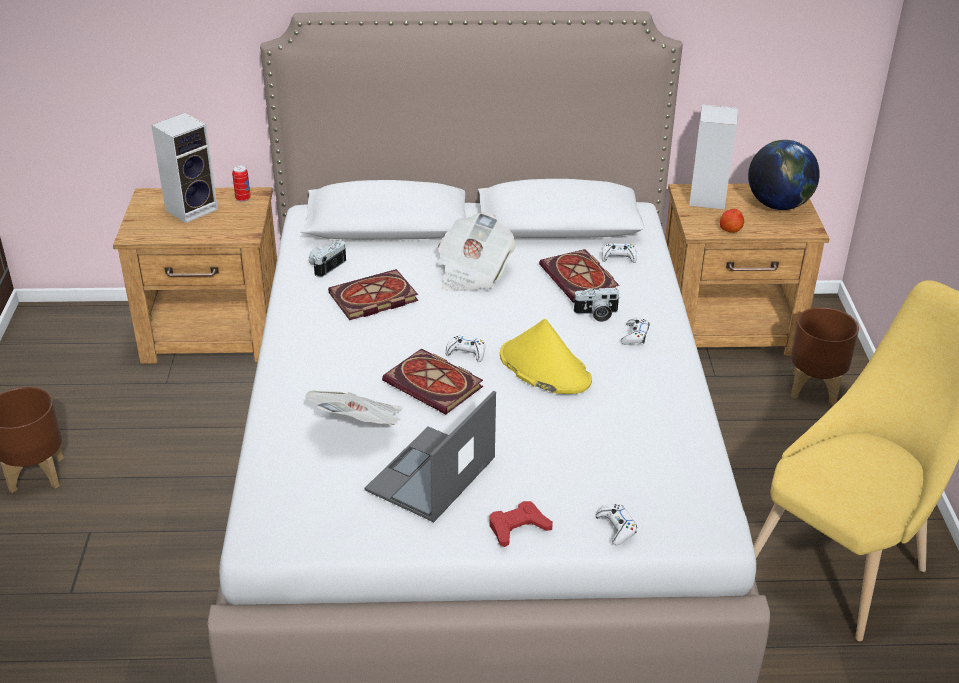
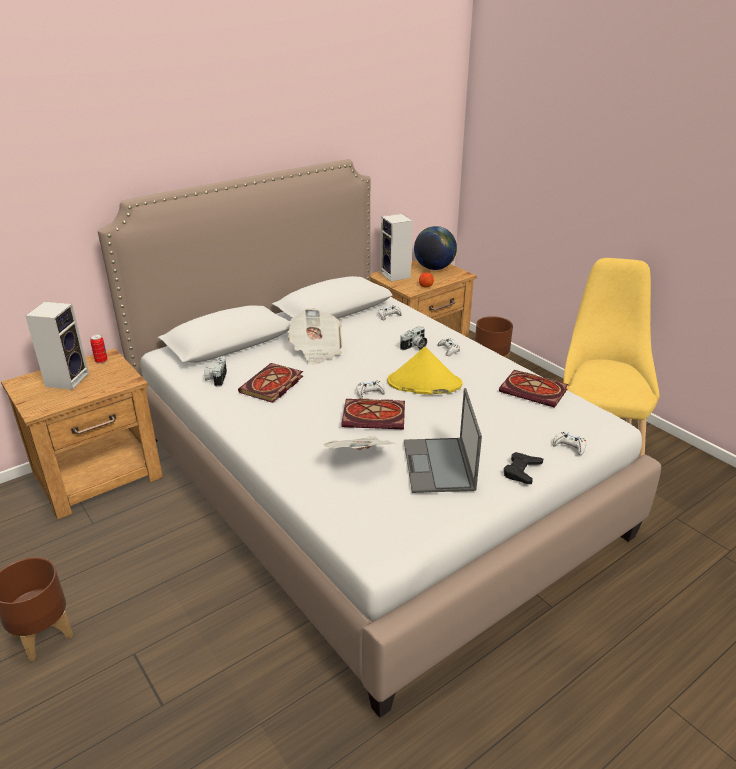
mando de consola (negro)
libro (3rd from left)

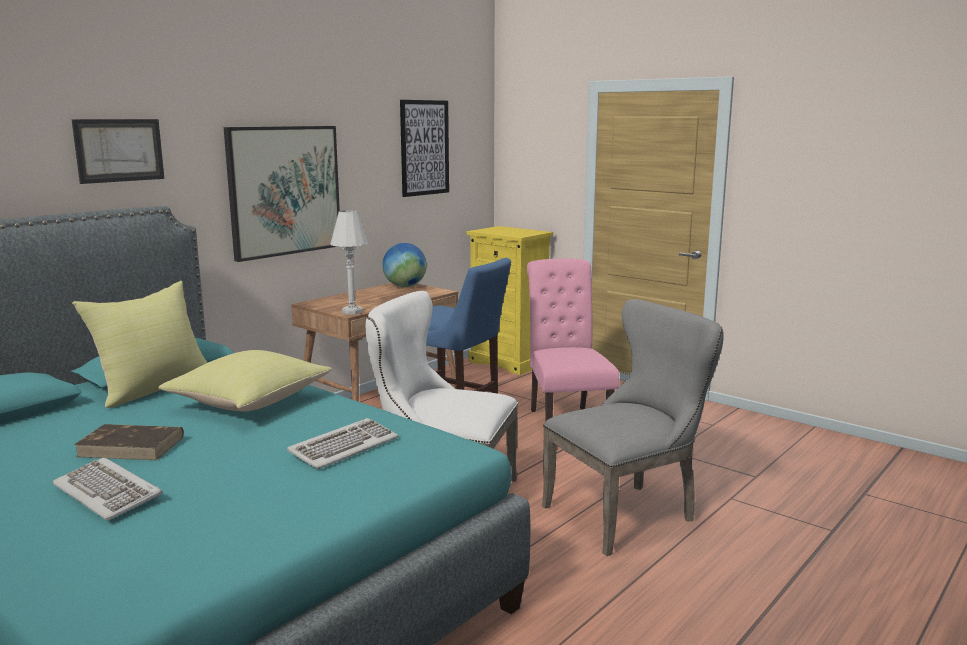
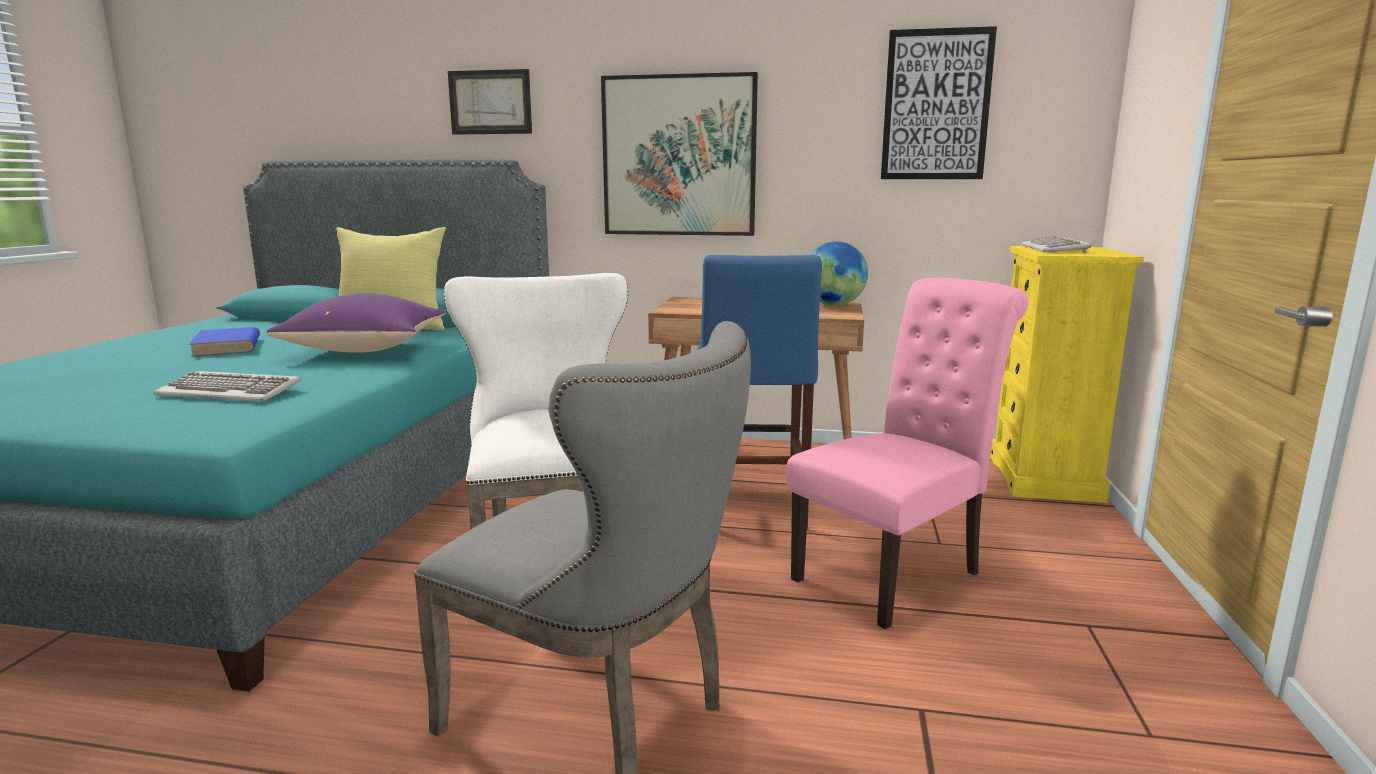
teclado (2nd from left)
libro (azul)
cojín (morado)
lámpara de mesa (blanco)

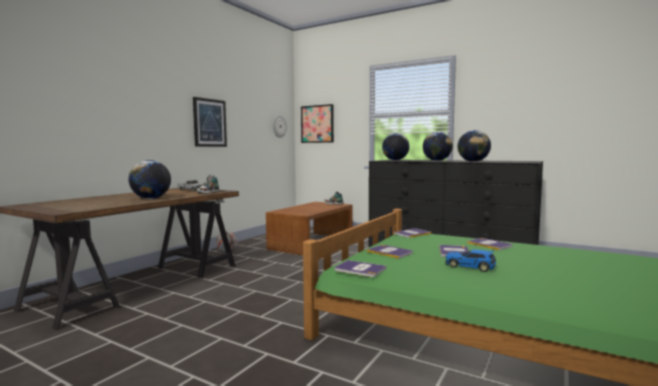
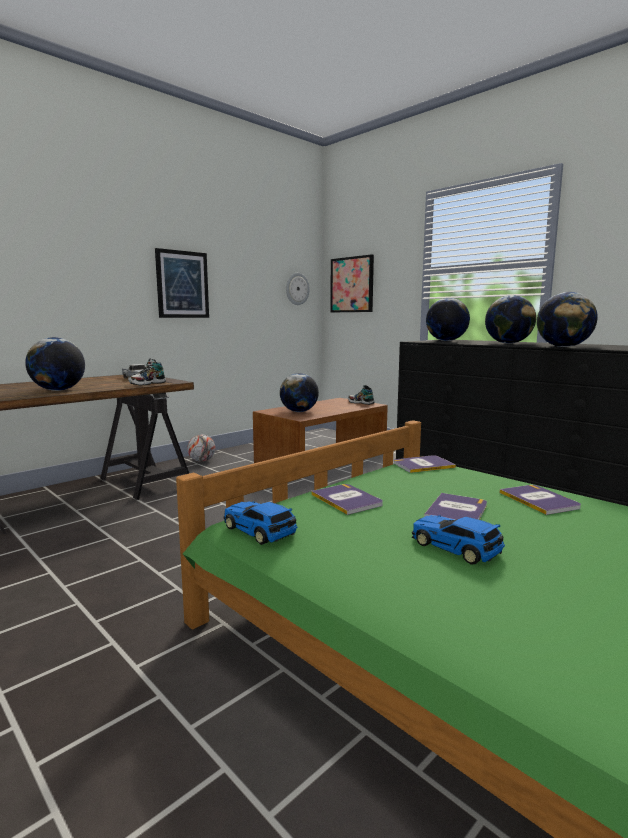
coche de juguete (1st from left)
globo terráqueo (2nd from left)

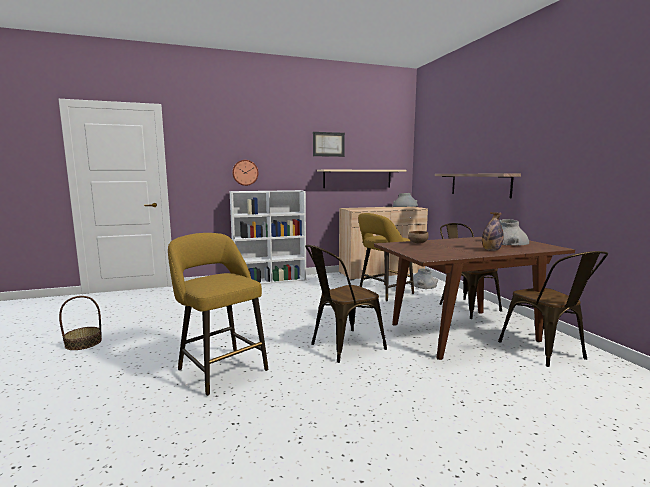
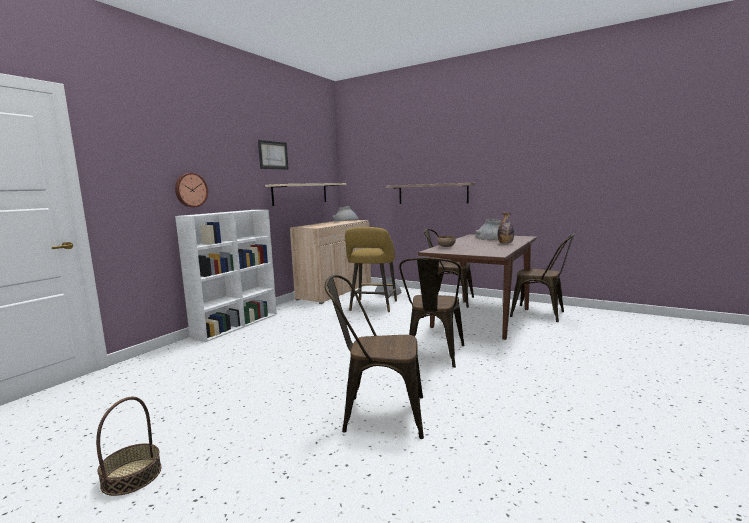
silla (marrón) (1st from left)

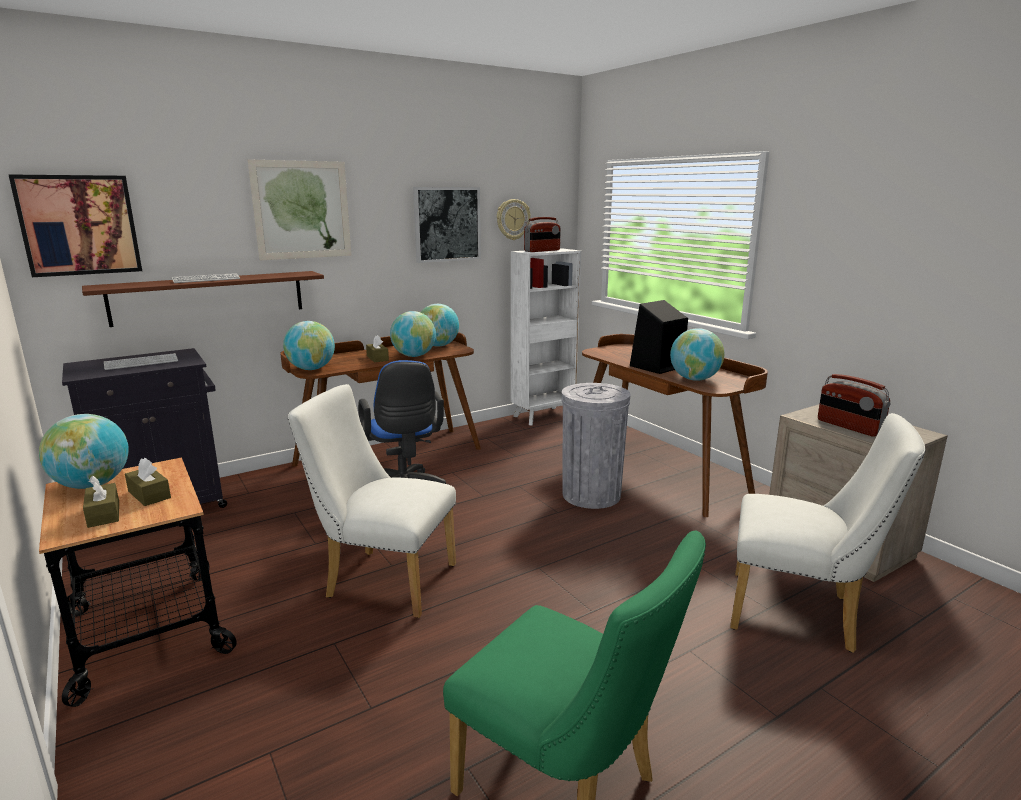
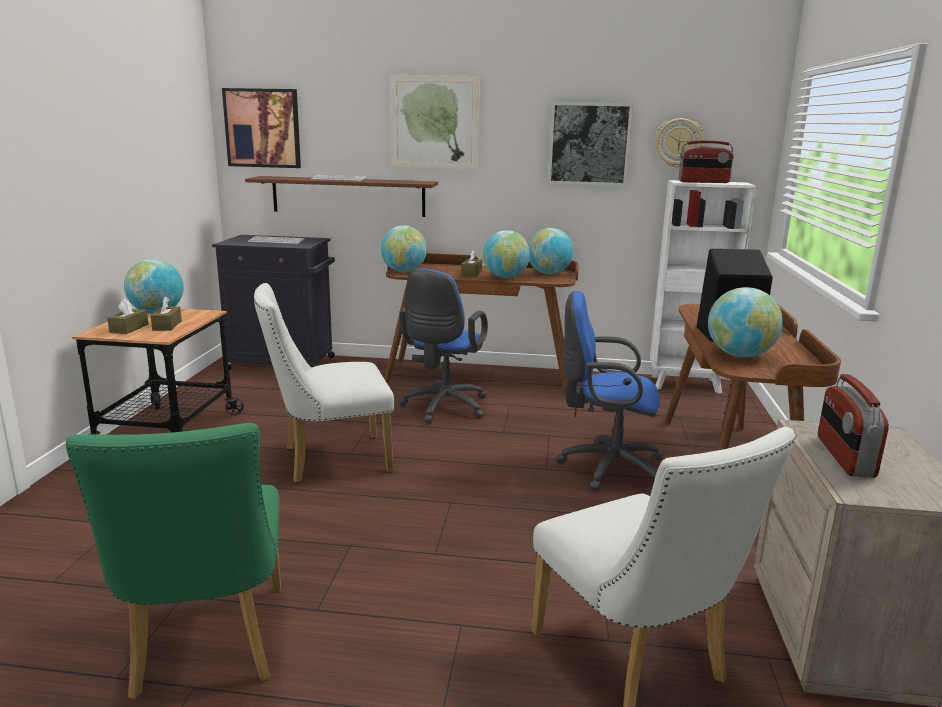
silla (blanco) (1st from left)
silla de oficina (azul) (2nd from left)

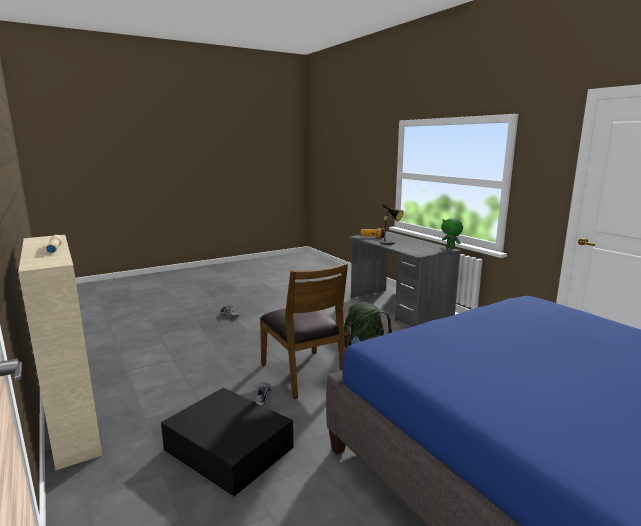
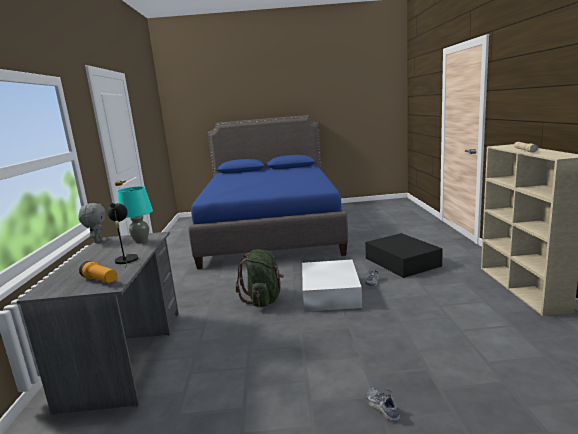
caja de almacenaje (blanco)
peluche (gris)
lámpara de mesa (turquesa)

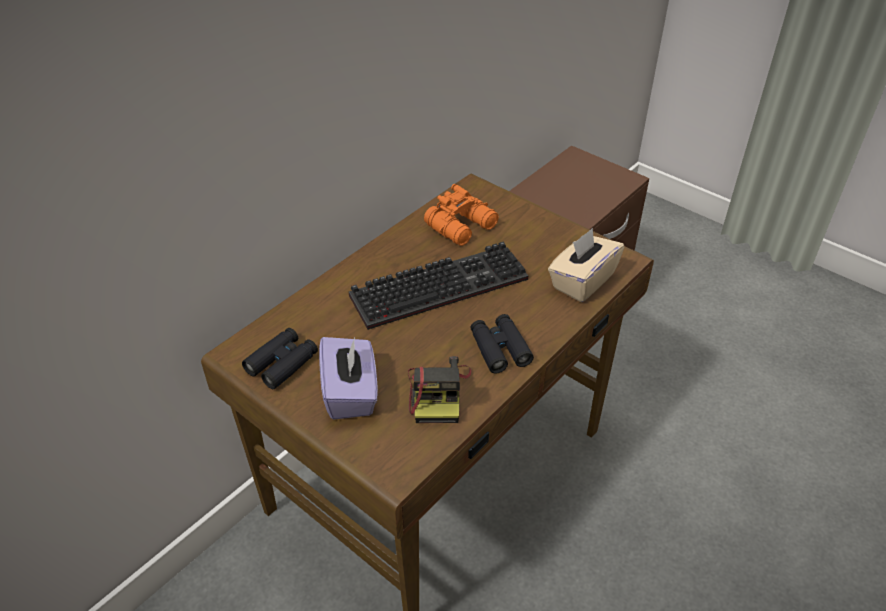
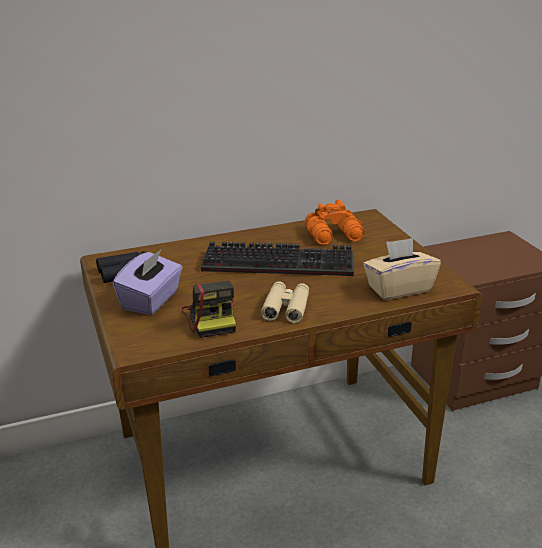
cámara
prismáticos (beis)

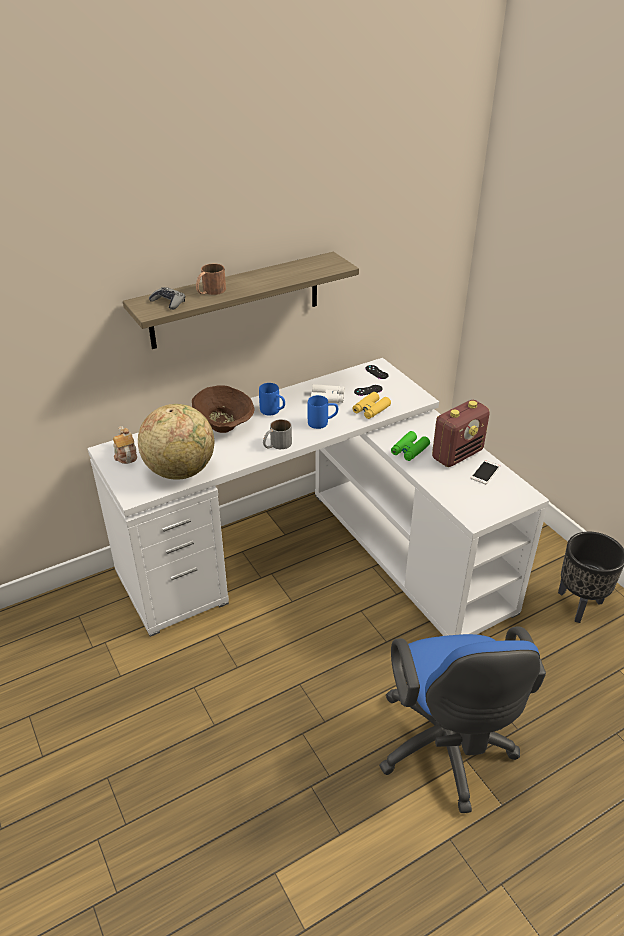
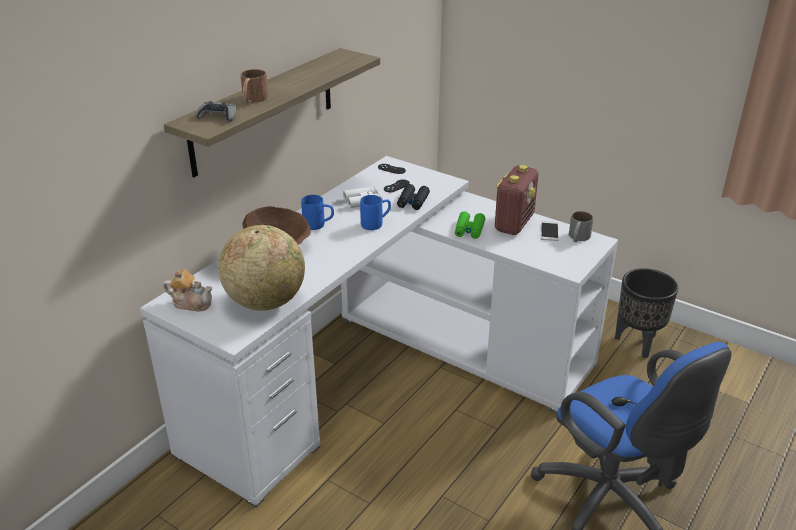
tetera
taza grande (gris)
prismáticos (negro)

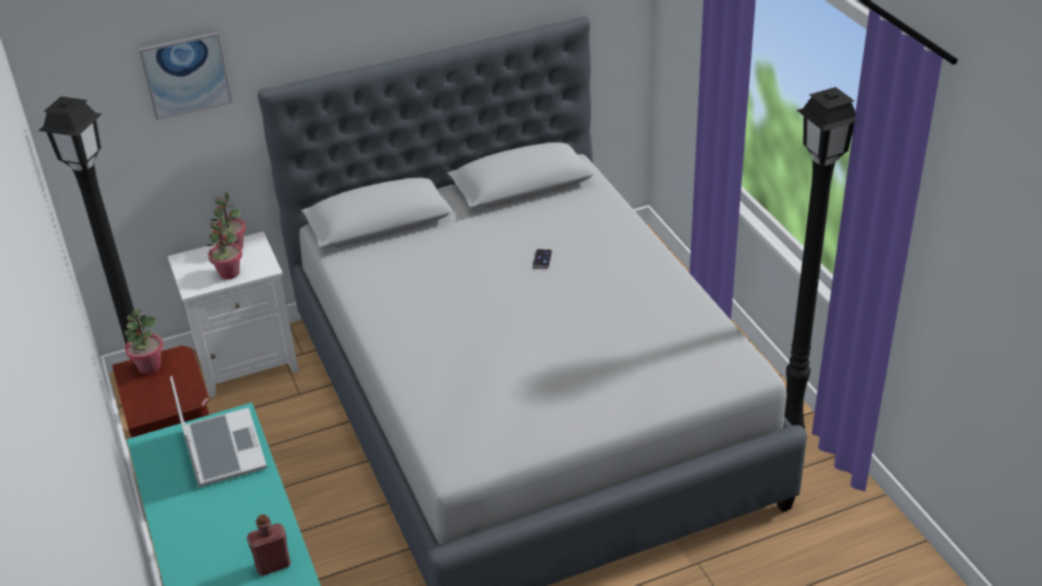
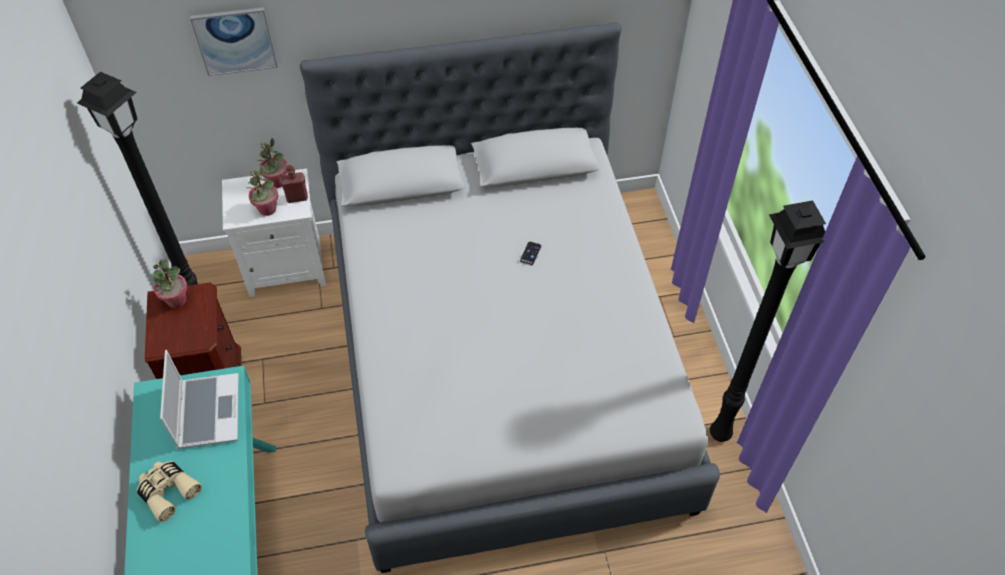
botella (rojo)
prismáticos (beis)

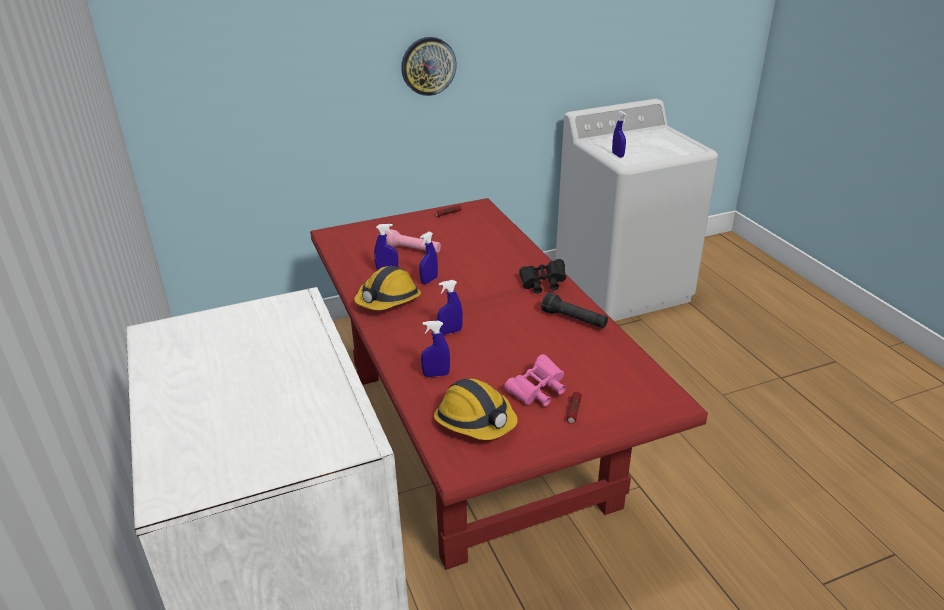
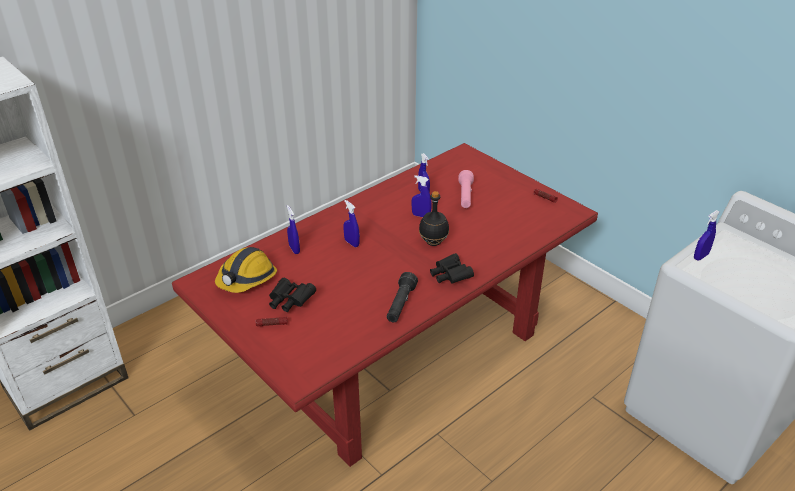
casco (1st from left in the first image)
reloj de pared
prismáticos (negro) (1st from left)
botella (negro)

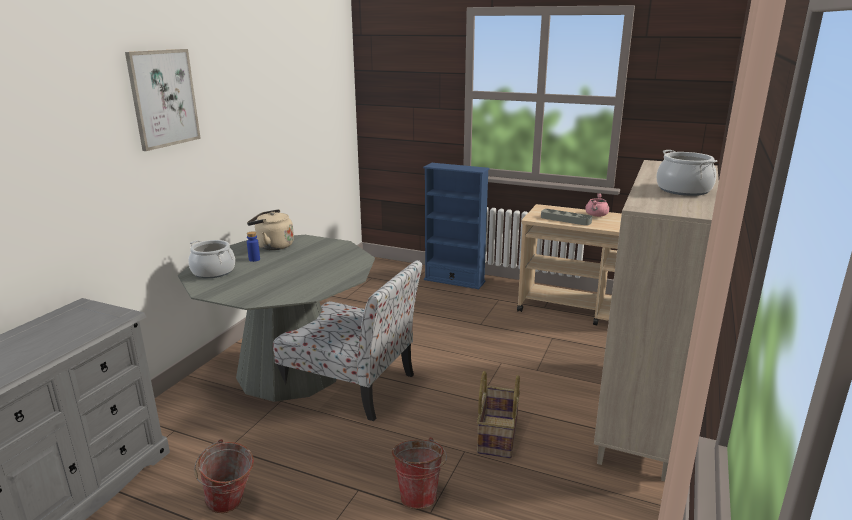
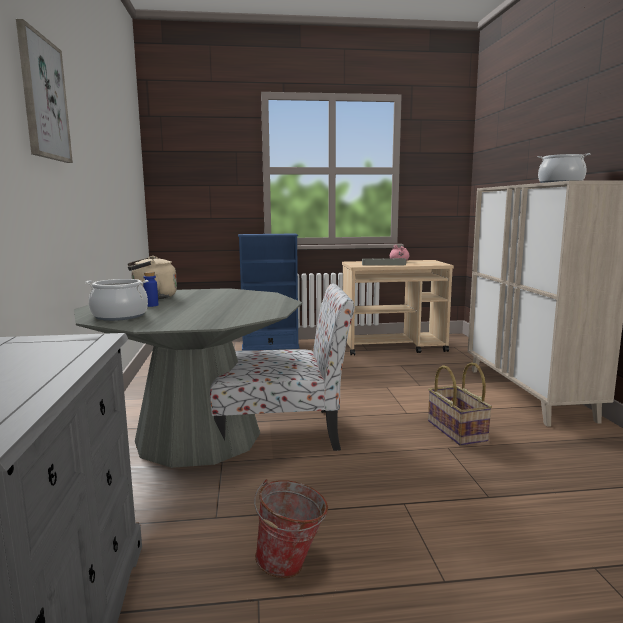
cubo (2nd from left in the first image)

